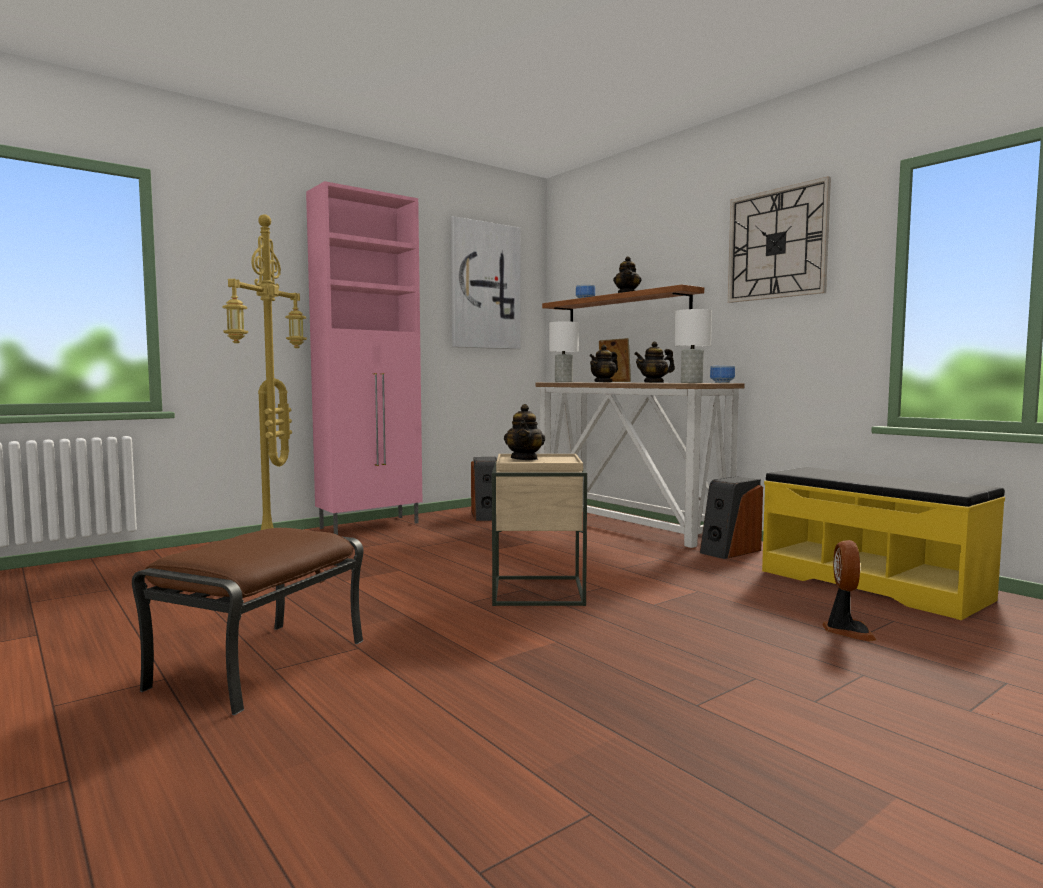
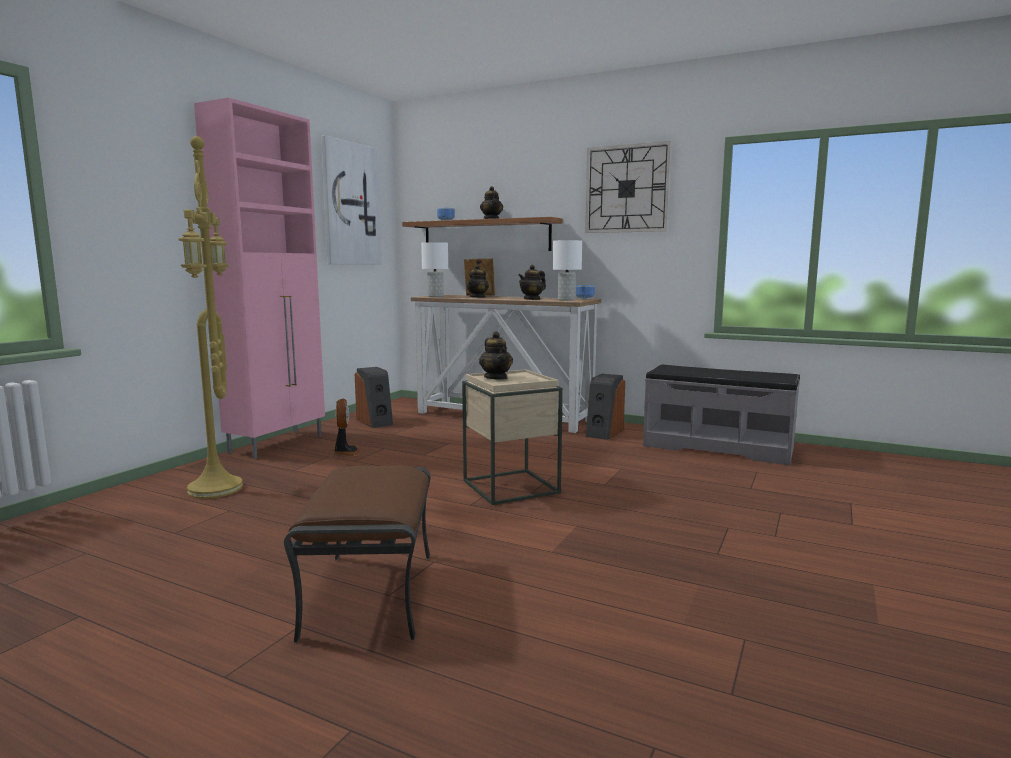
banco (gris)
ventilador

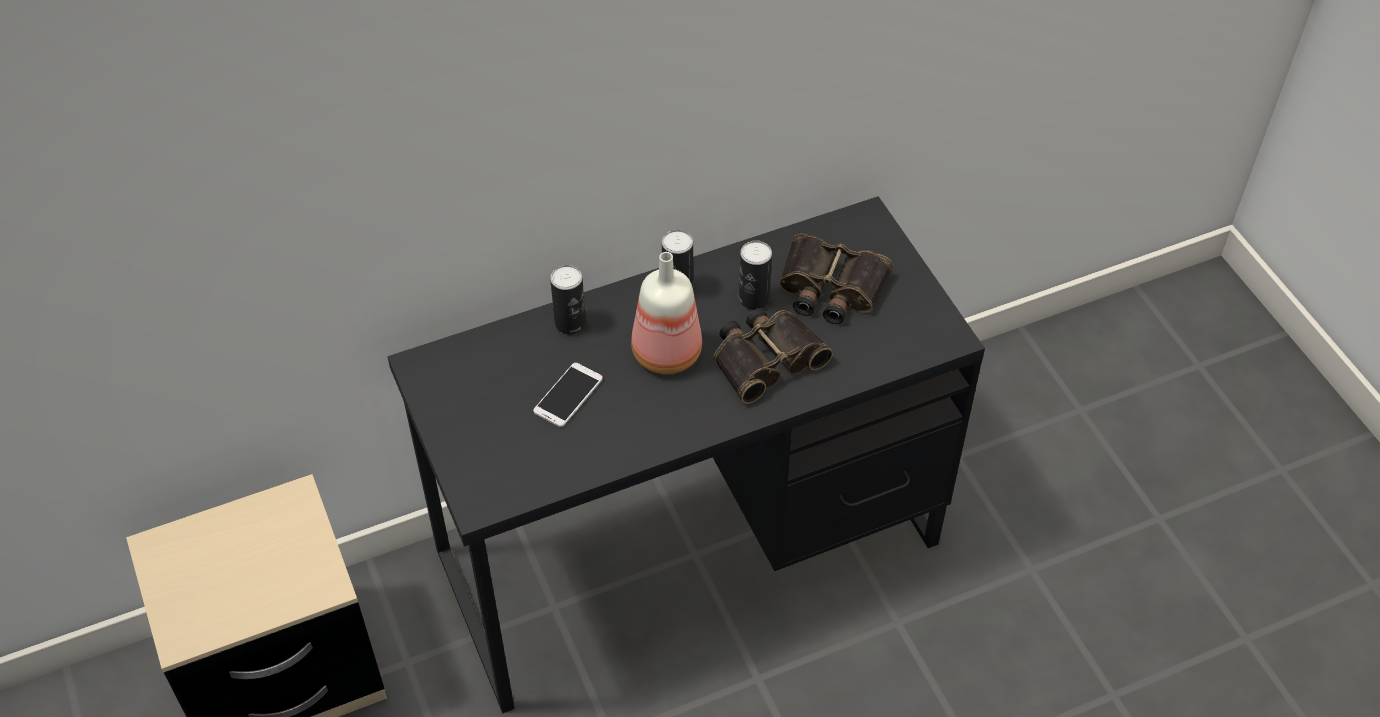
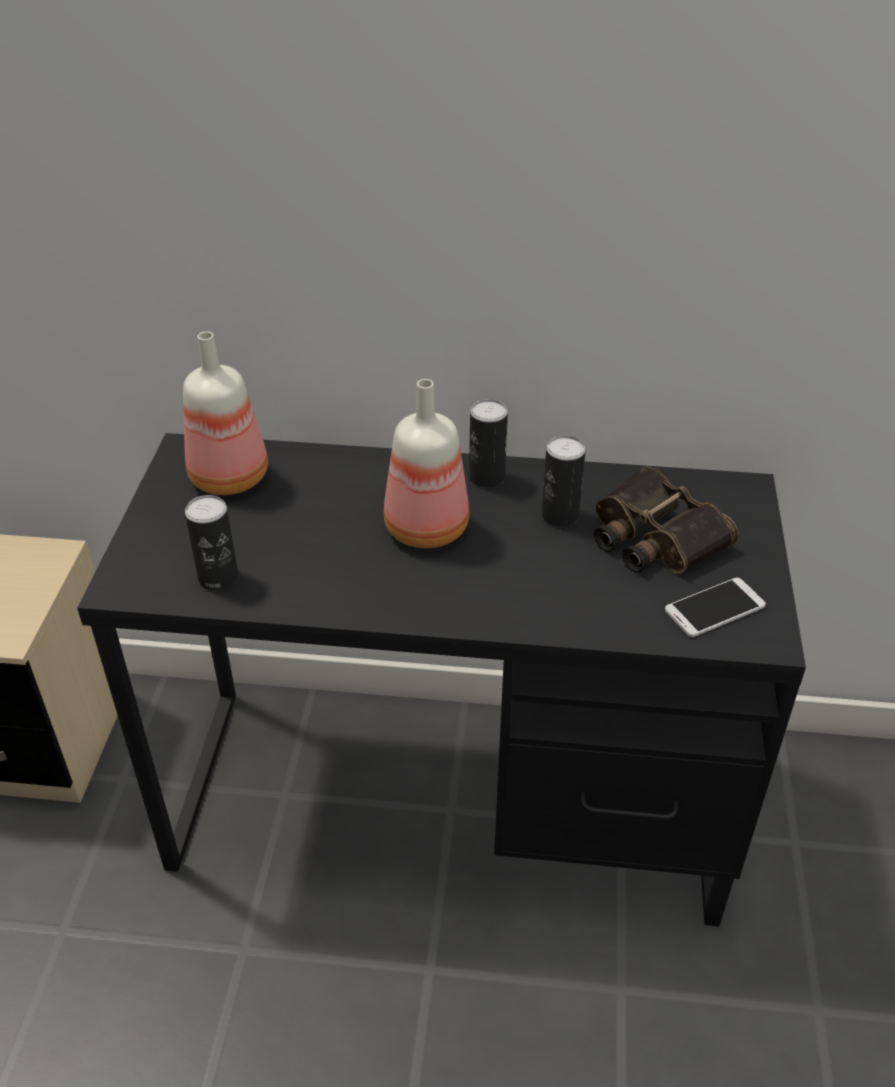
móvil
lata (1st from left)
prismáticos (1st from left in the first image)
botella (1st from left)

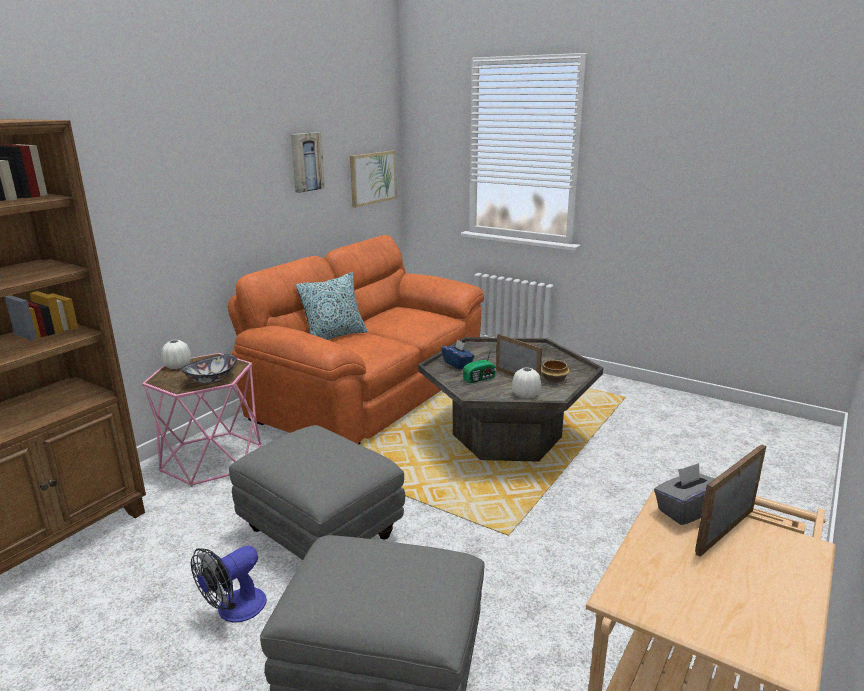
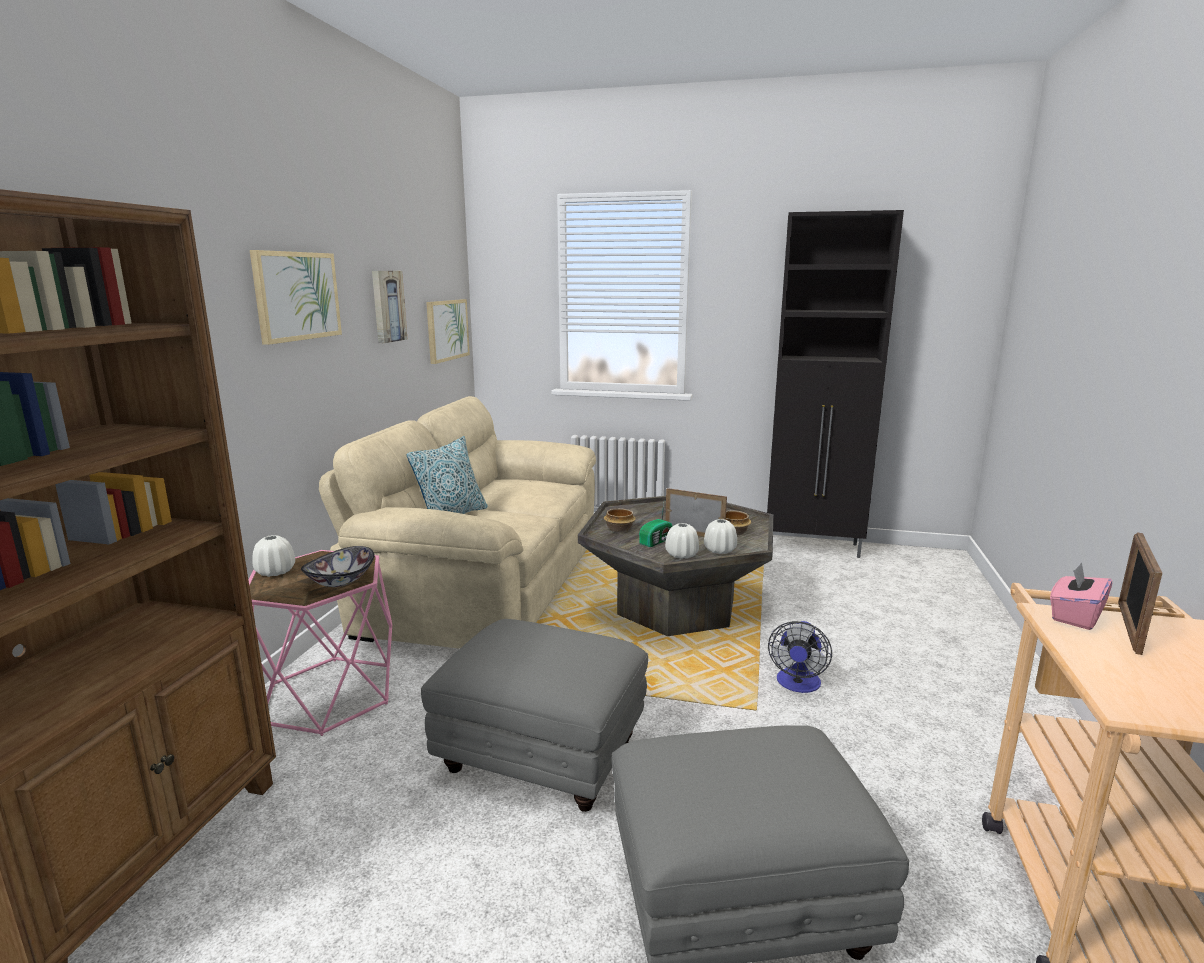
ventilador
sofá (beis)
cuenco (2nd from left)
caja de pañuelos (rosa)
cuadro (1st from left)
florero (blanco) (2nd from left)
armario (negro)

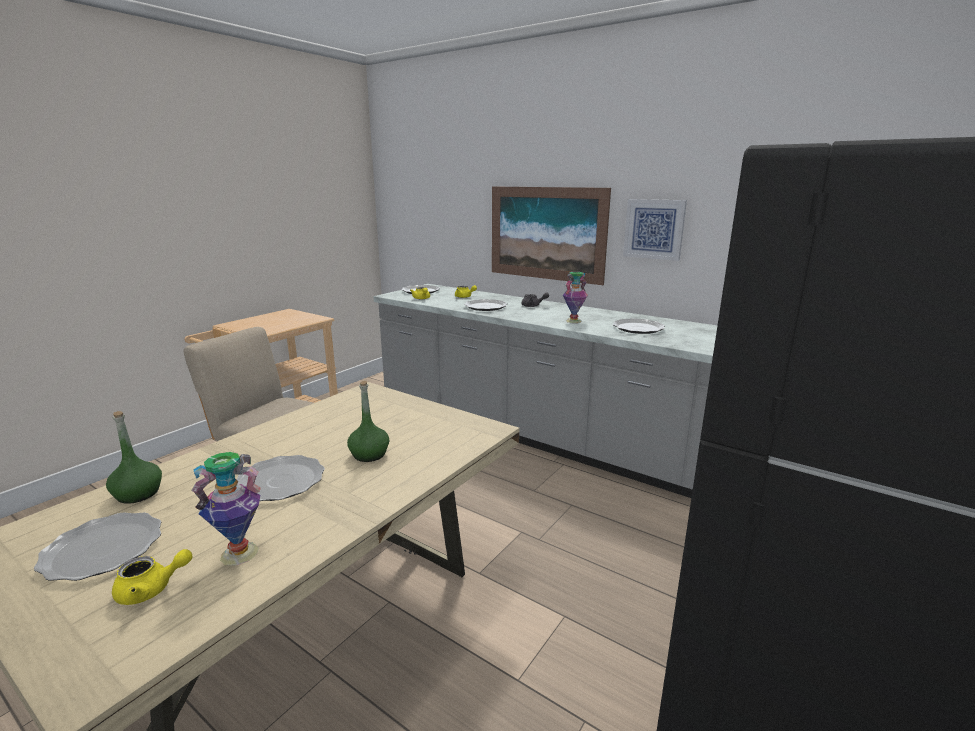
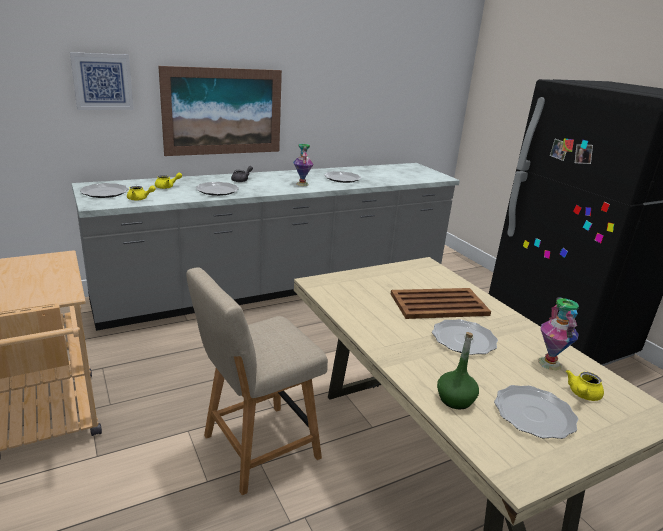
tetera (amarillo) (3rd from left)
bandeja (marrón)
cuadro (1st from left)

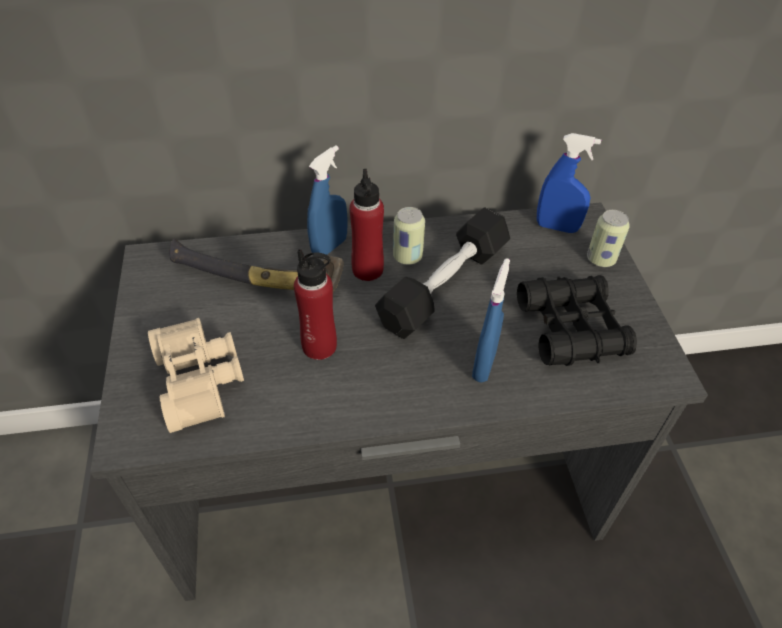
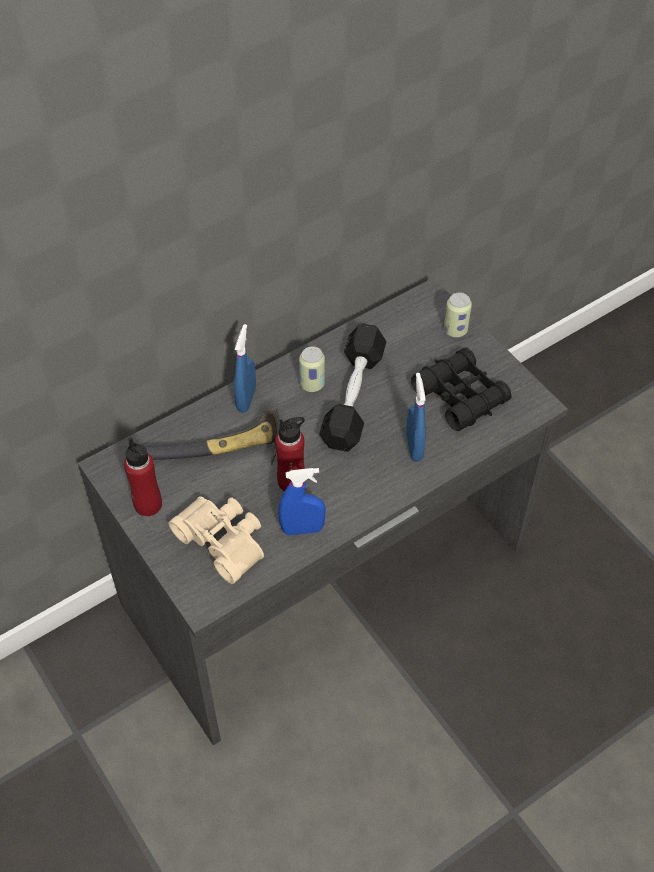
botella (rojo) (1st from left)
pulverizador (azul) (2nd from left)

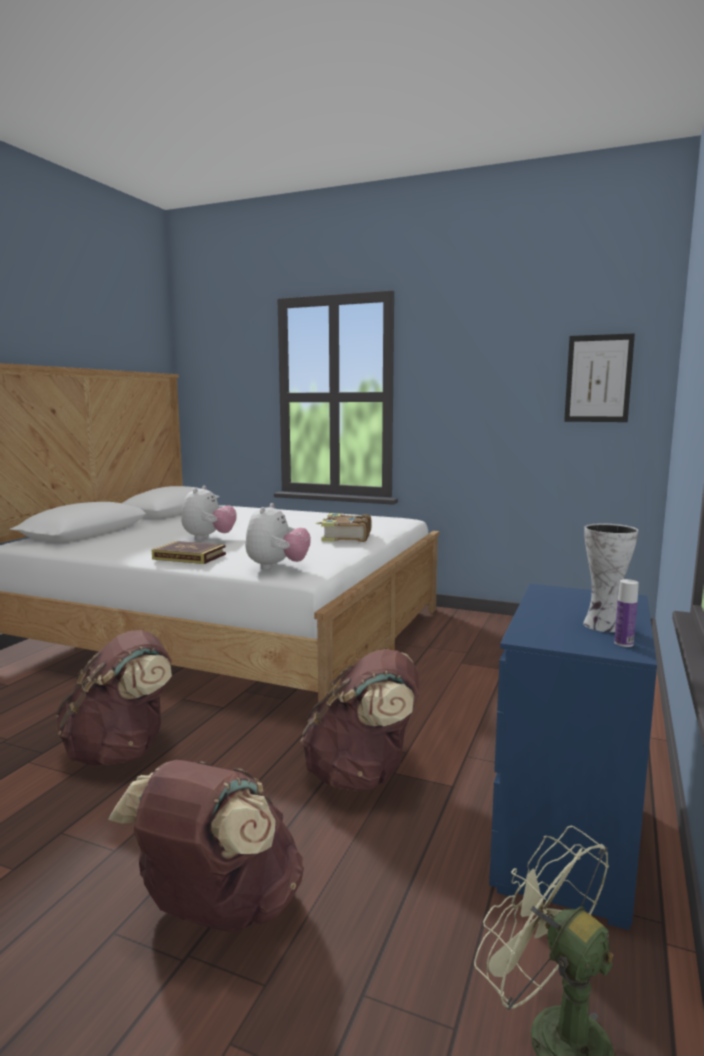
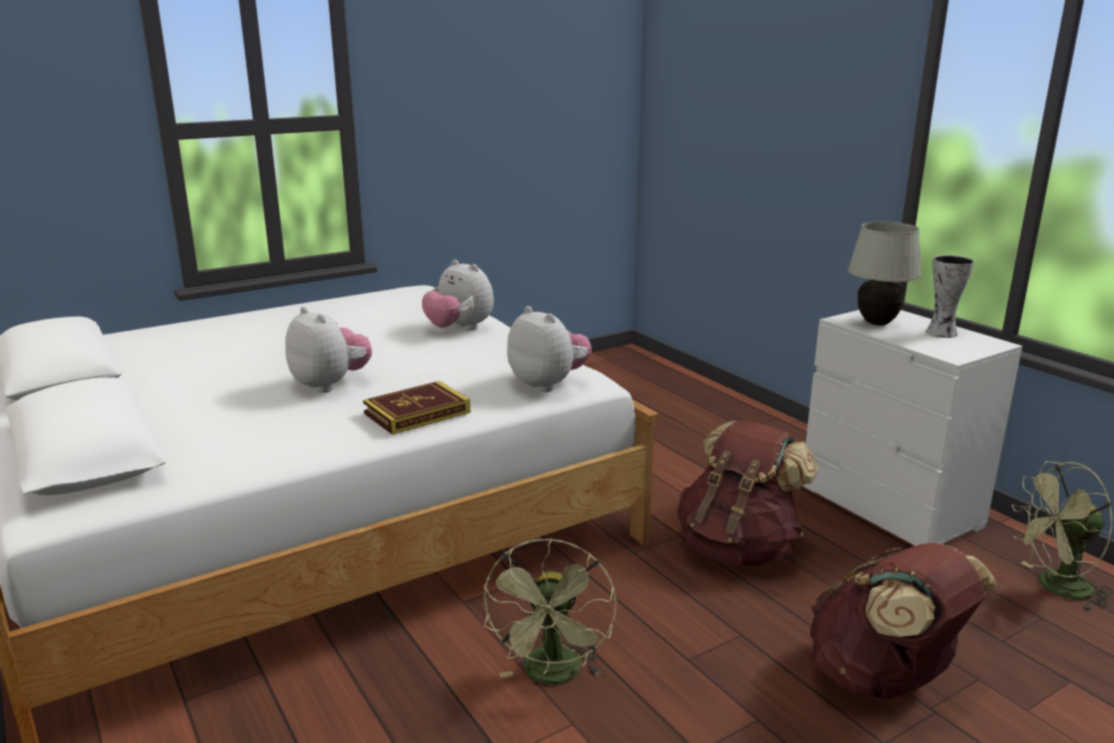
ventilador (verde) (1st from left)
peluche (2nd from left)
cómoda (blanco)
cuadro
botella
lámpara de mesa (blanco)

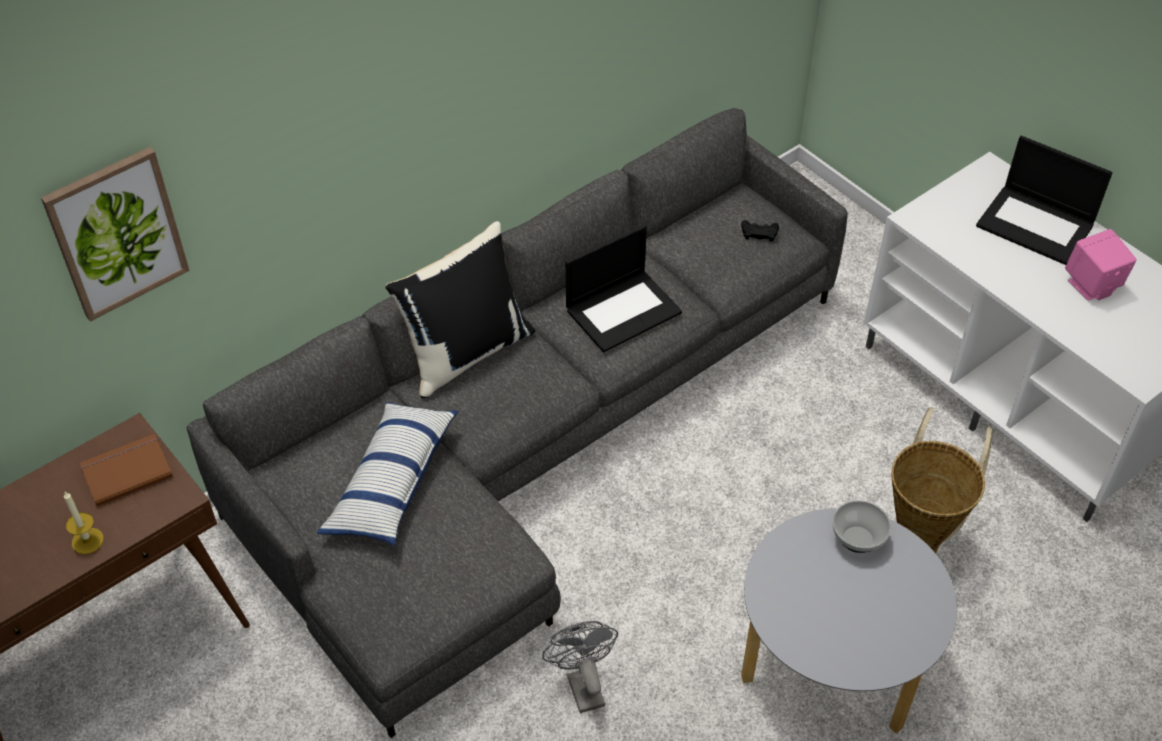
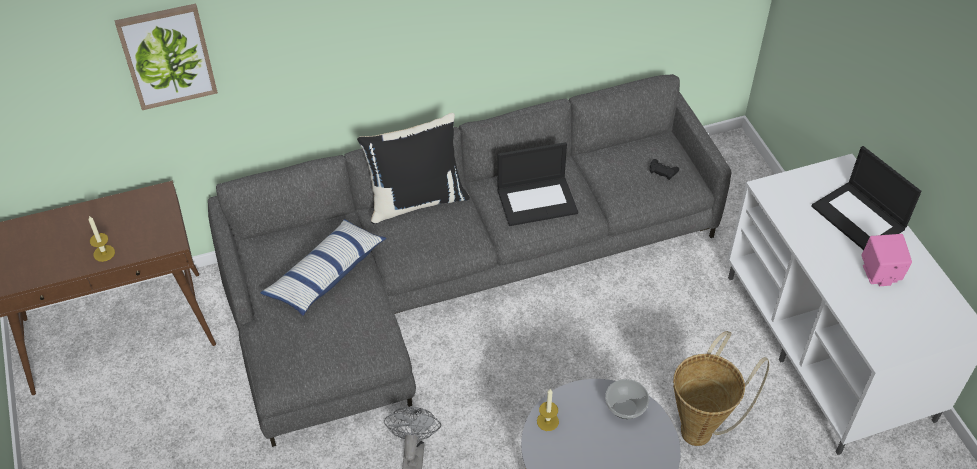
libro (marrón)
vela (2nd from left)

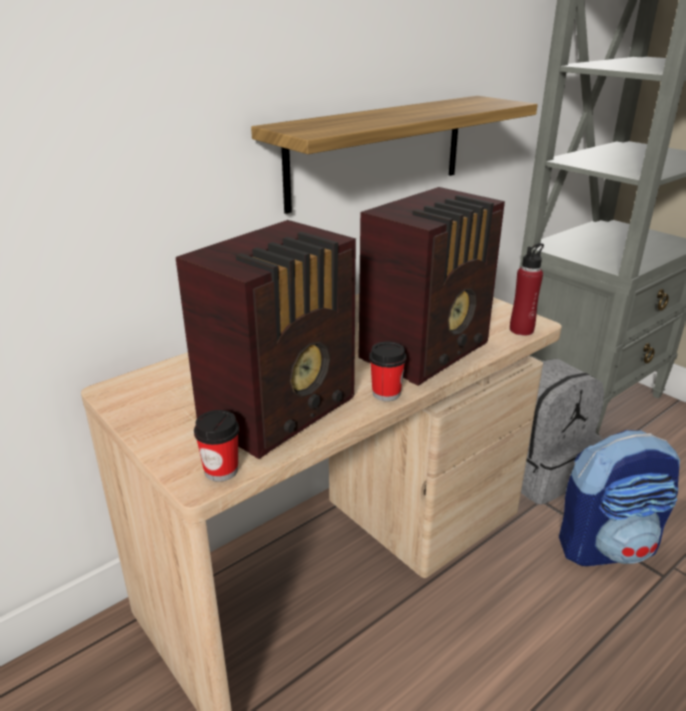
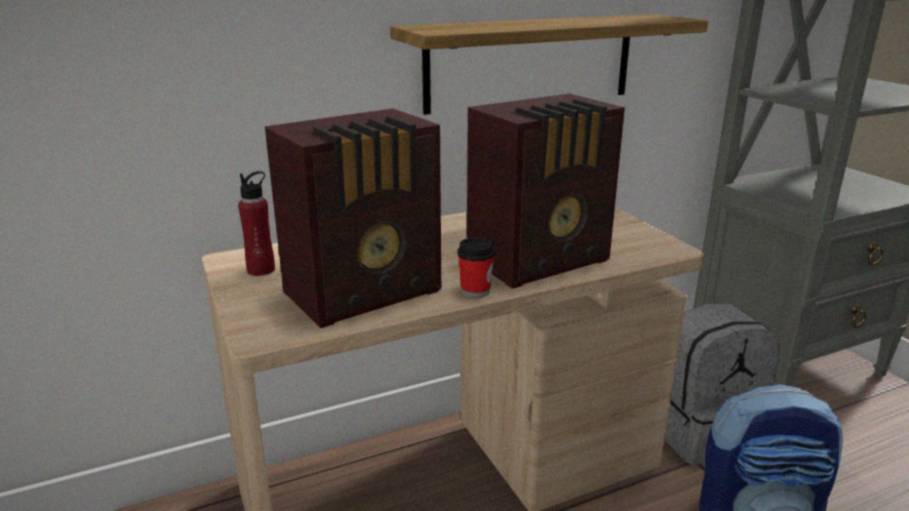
taza (1st from left in the first image)
botella (rojo)

